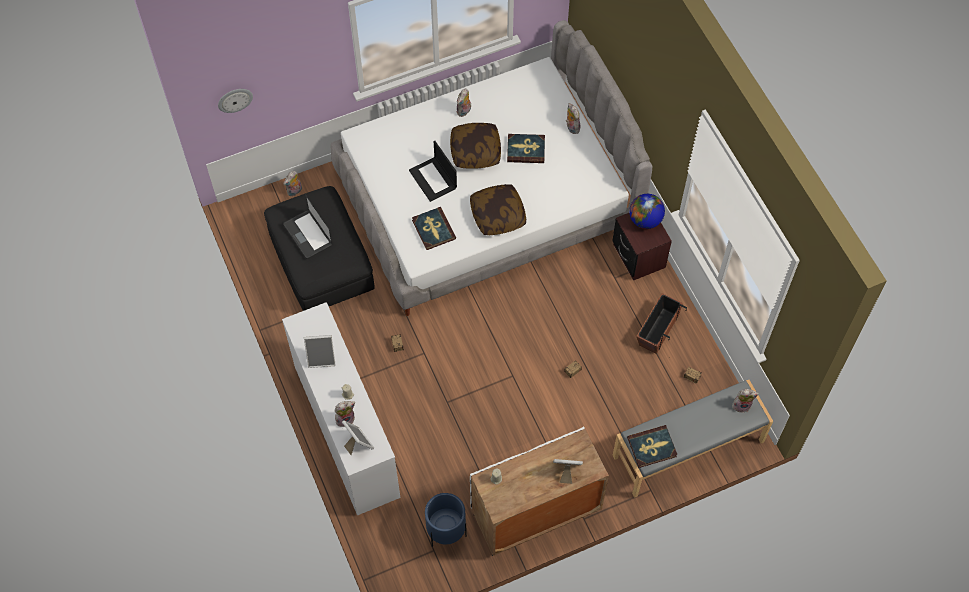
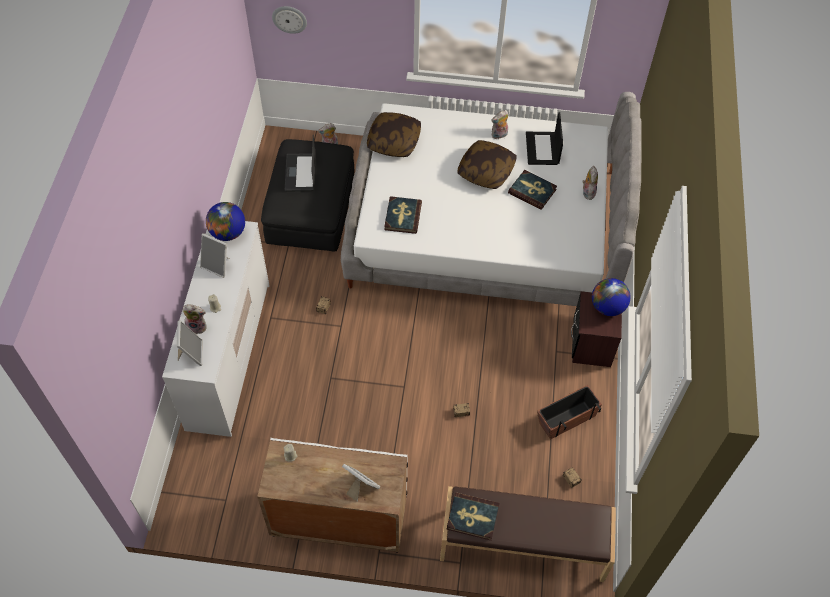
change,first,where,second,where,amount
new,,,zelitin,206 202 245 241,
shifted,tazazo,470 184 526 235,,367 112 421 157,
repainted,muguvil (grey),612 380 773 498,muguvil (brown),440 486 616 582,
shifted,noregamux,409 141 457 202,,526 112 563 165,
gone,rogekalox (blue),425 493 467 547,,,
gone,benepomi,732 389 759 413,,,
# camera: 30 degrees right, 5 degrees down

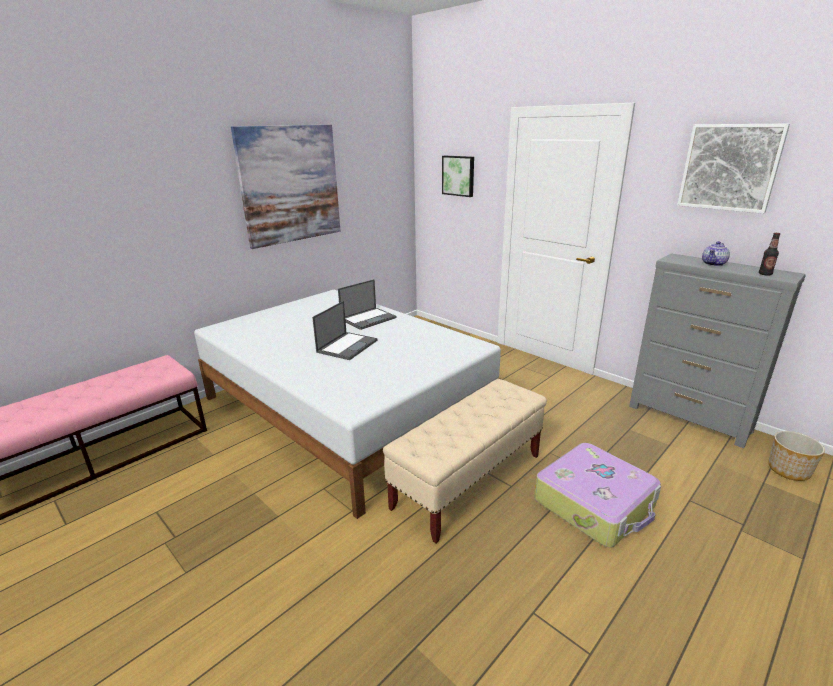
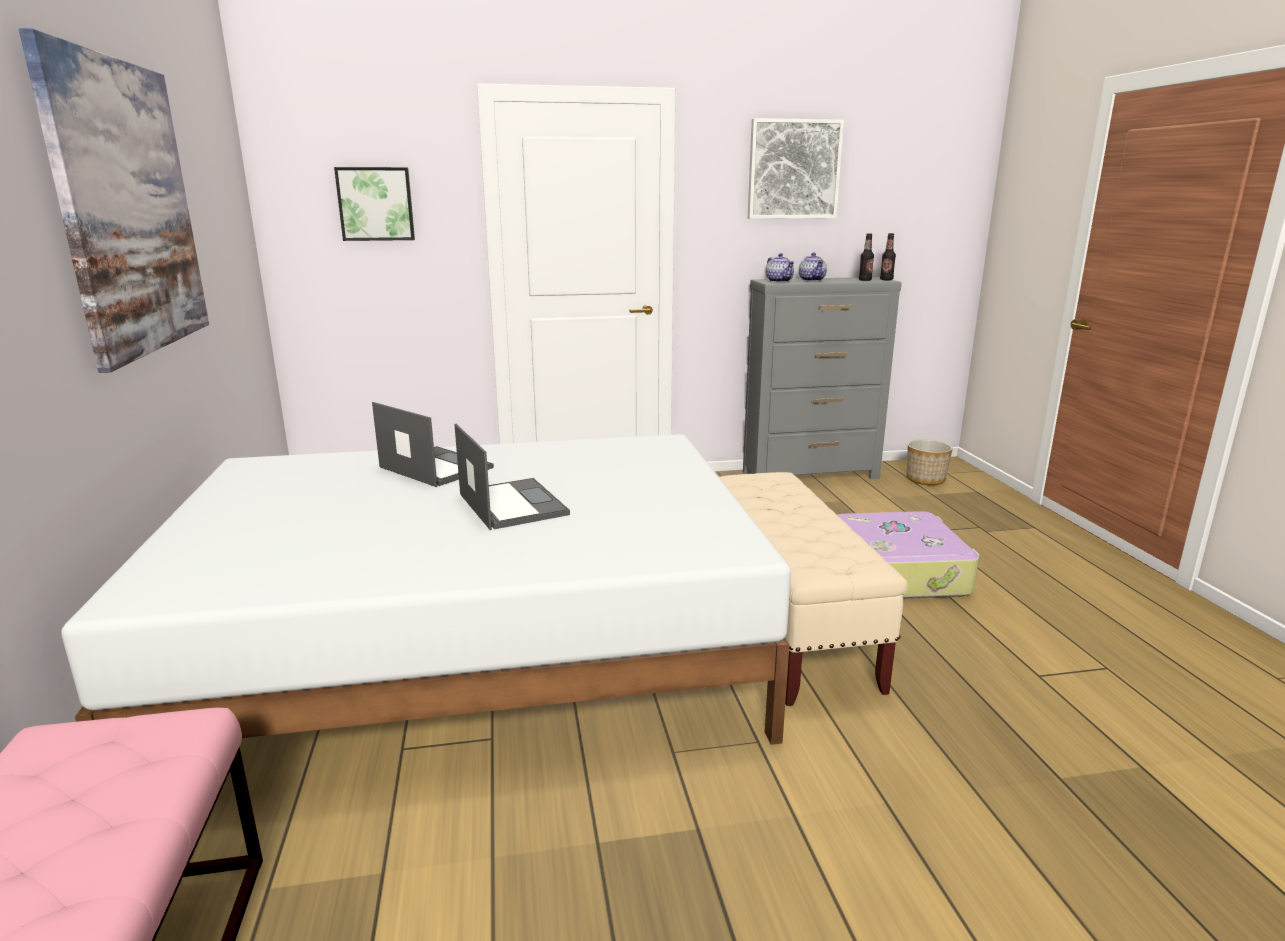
change,first,where,second,where,amount
rotated,noregamux,338 279 397 330,,372 402 494 487,45 degrees counterclockwise
new,,,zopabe,766 253 794 283,
new,,,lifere,880 233 896 280,
# camera: 55 degrees left, 5 degrees down

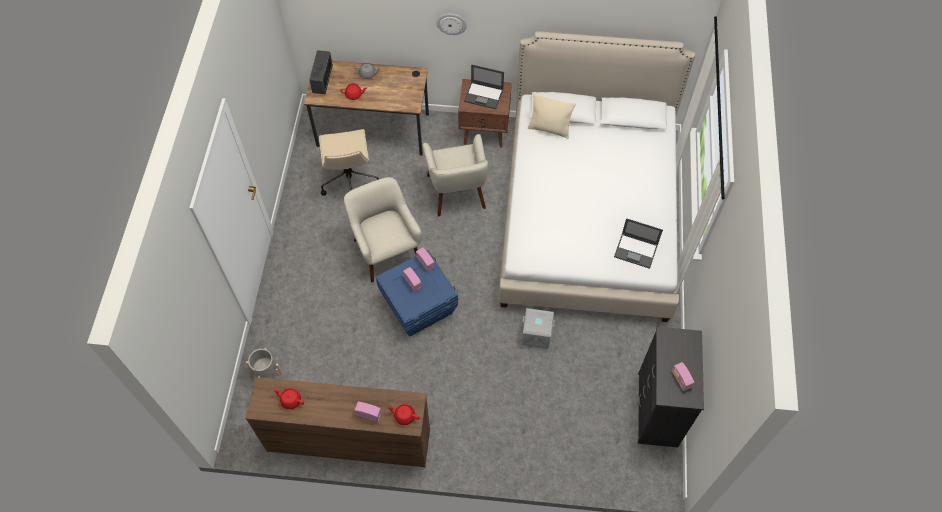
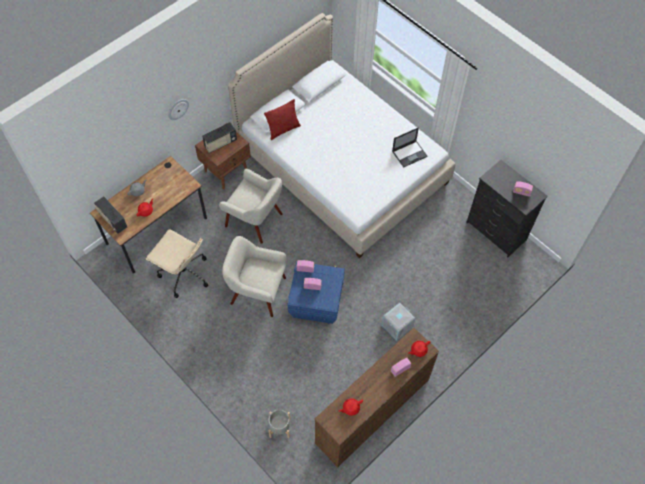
change,first,where,second,where,amount
swapped,noregamux,464 65 504 109,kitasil,202 122 237 153,
repainted,tazazo (beige),528 94 576 139,tazazo (red),264 99 301 140,
shifted,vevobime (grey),521 308 555 349,,381 303 415 341,
# camera: 50 degrees left, 0 degrees up

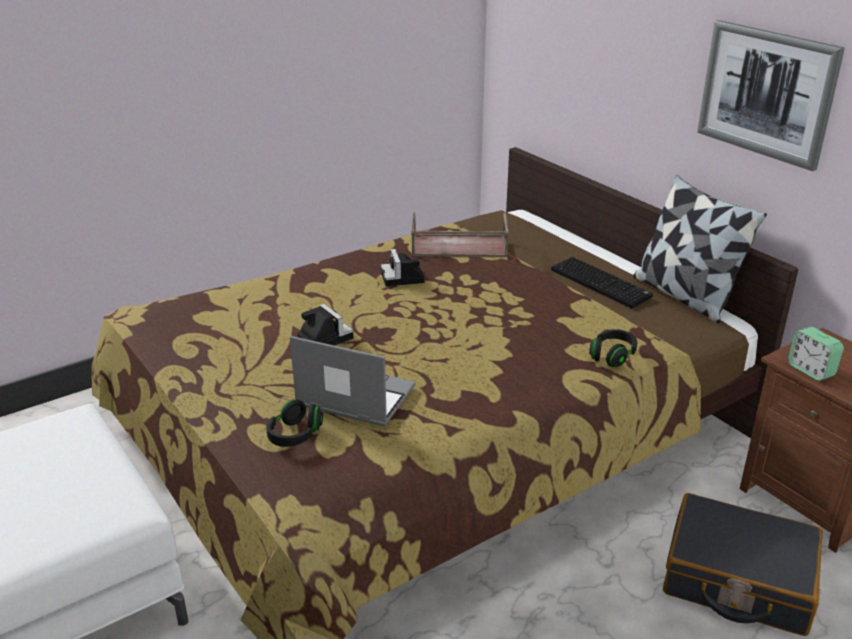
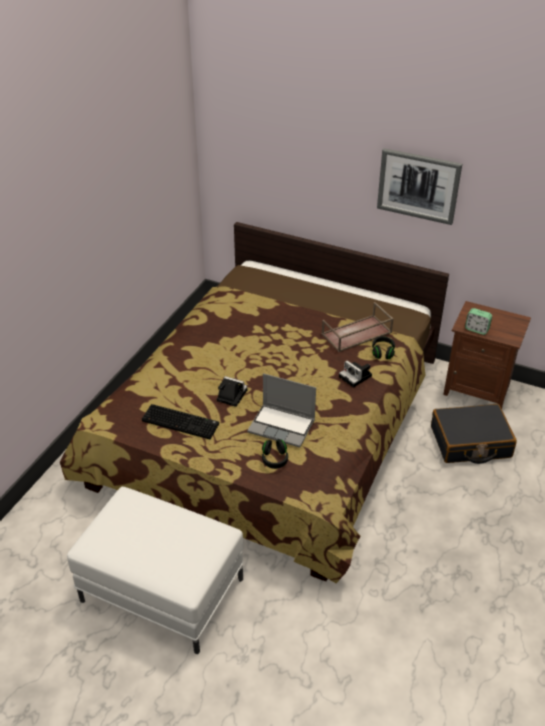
change,first,where,second,where,amount
shifted,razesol,551 257 653 309,,142 404 219 439,
rotated,noregamux,290 336 416 426,,247 373 316 447,150 degrees counterclockwise
shifted,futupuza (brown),411 212 509 257,,322 302 394 352,
shifted,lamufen,381 249 425 286,,339 360 372 388,
gone,tazazo,633 175 767 323,,,
# camera: 30 degrees left, 10 degrees up

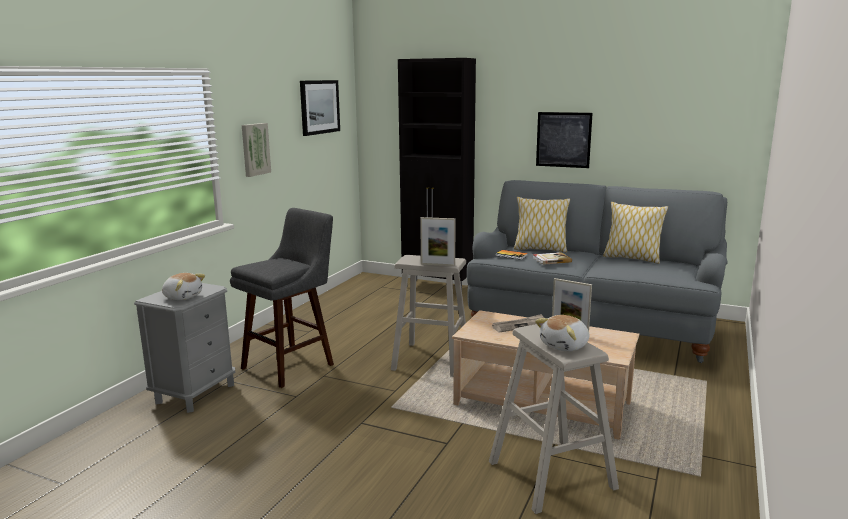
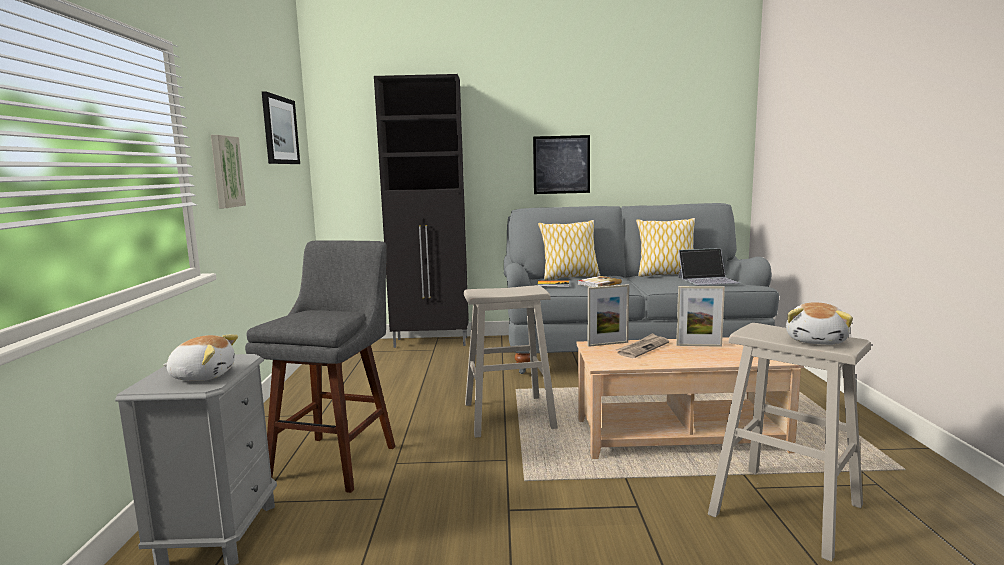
change,first,where,second,where,amount
shifted,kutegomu,420 217 455 266,,588 284 629 347,
new,,,noregamux,678 248 740 285,
# camera: 25 degrees left, 5 degrees down

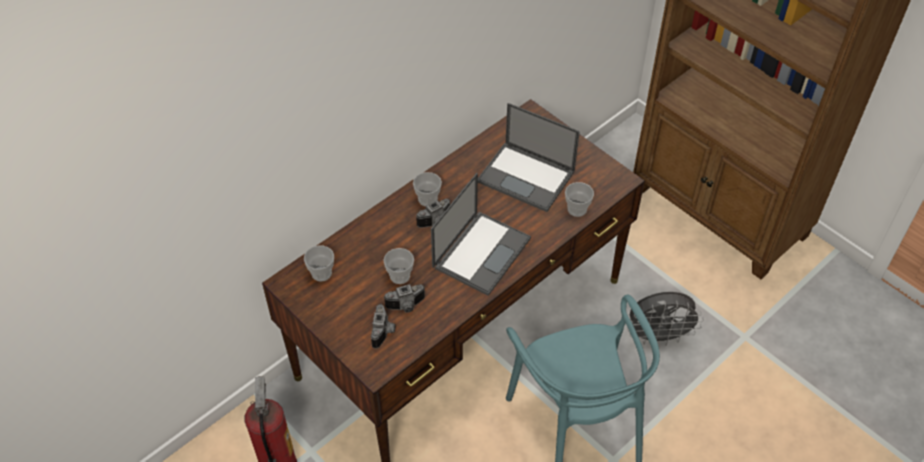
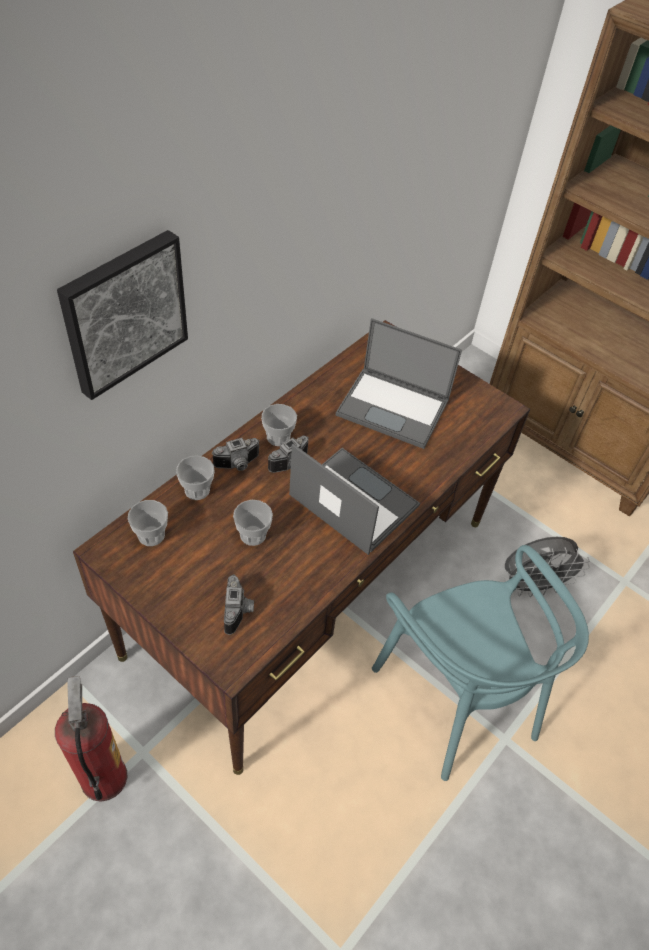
change,first,where,second,where,amount
new,,,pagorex,57 230 188 400,
shifted,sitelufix,565 182 594 217,,176 455 215 500,
shifted,lamufen,384 284 425 313,,212 438 260 471,
rotated,noregamux,431 173 531 296,,289 444 420 555,75 degrees counterclockwise
# camera: 10 degrees left, 0 degrees up

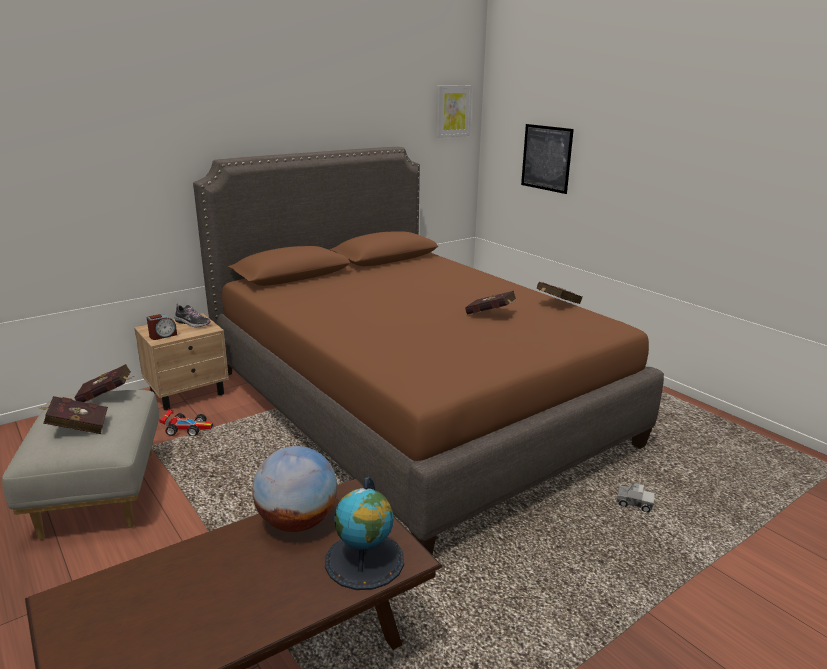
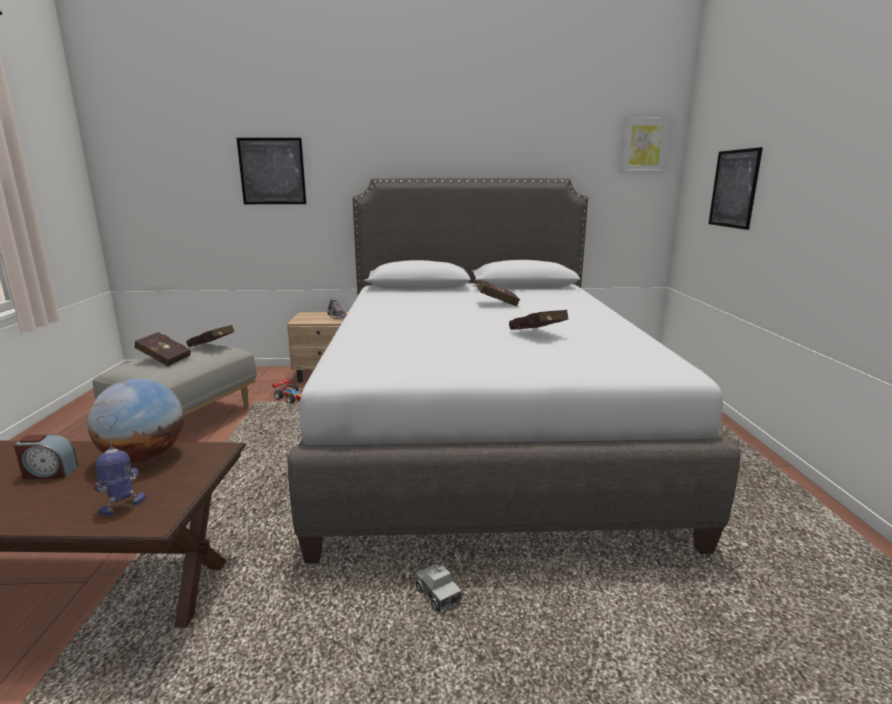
change,first,where,second,where,amount
shifted,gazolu,147 314 177 340,,14 434 78 479,
swapped,zelitin,325 477 404 590,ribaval,93 414 146 516,
new,,,pagorex,237 138 307 204,
repainted,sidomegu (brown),193 147 664 554,sidomegu (grey),287 178 740 563,
shifted,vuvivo,616 483 655 512,,416 564 462 612,
shifted,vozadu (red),537 282 582 304,,471 279 520 307,
# camera: 35 degrees right, 5 degrees down

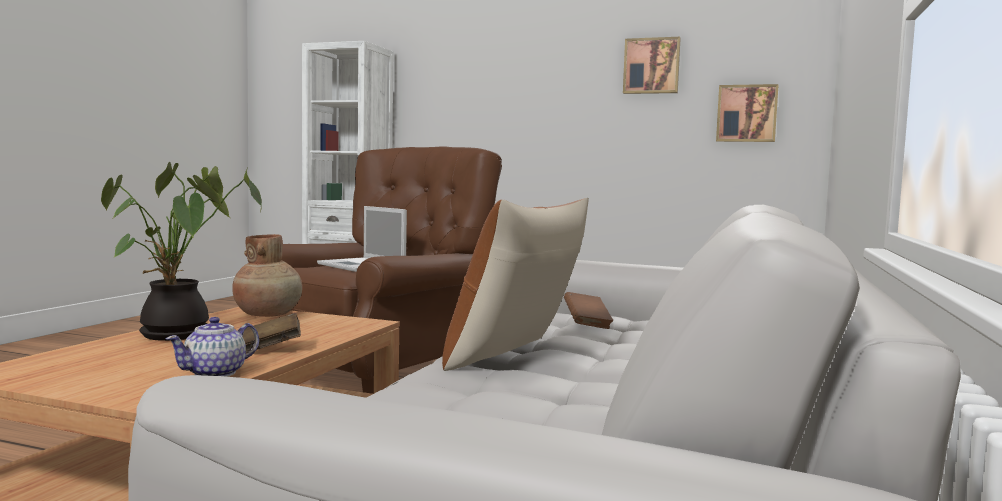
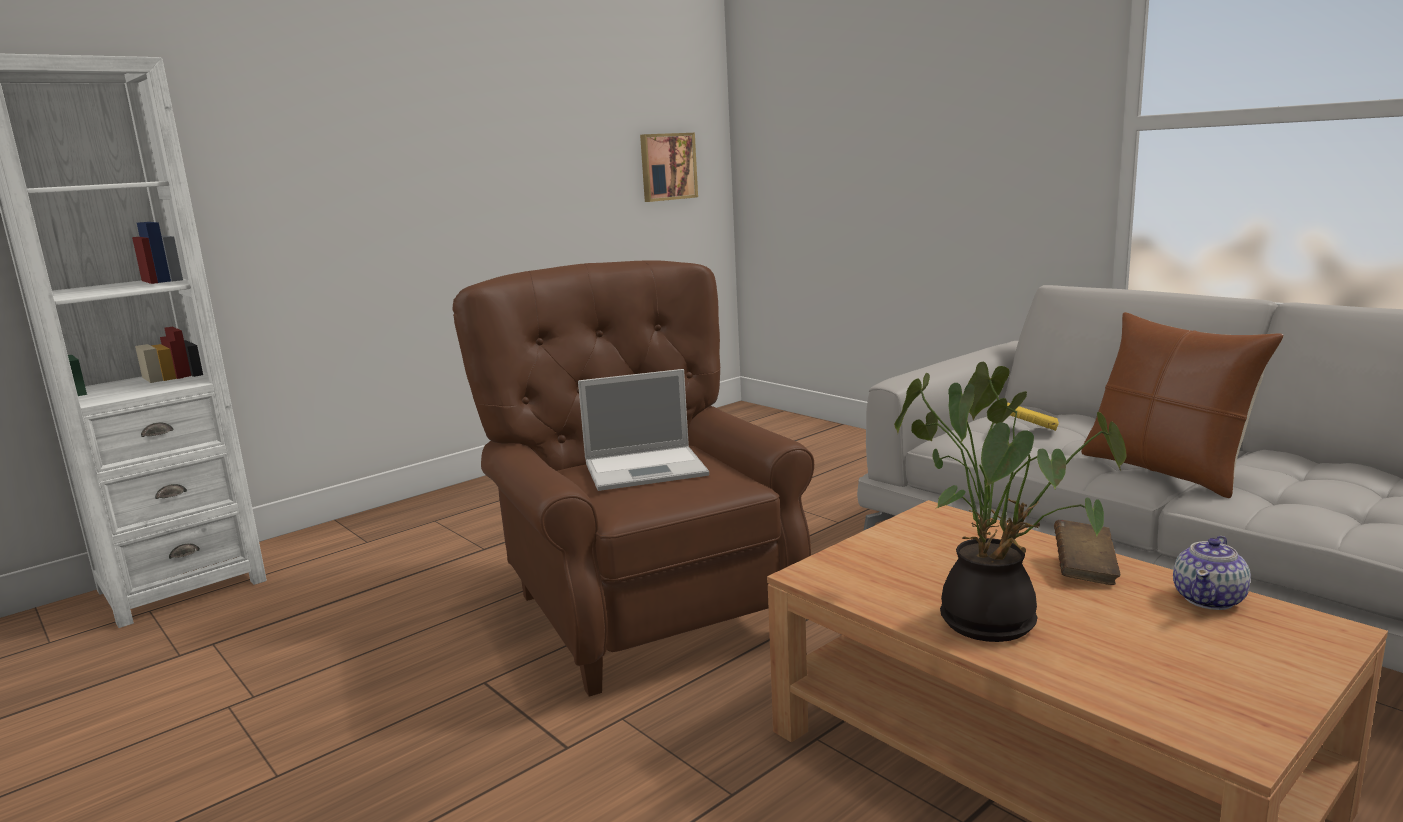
change,first,where,second,where,amount
repainted,vozadu (brown),564 292 613 329,vozadu (yellow),1007 402 1059 431,
rotated,zopabe,166 317 259 377,,1173 536 1251 610,60 degrees clockwise
gone,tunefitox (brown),232 234 302 317,,,
gone,pagorex,623 37 681 94,,,
# camera: 60 degrees left, 10 degrees up

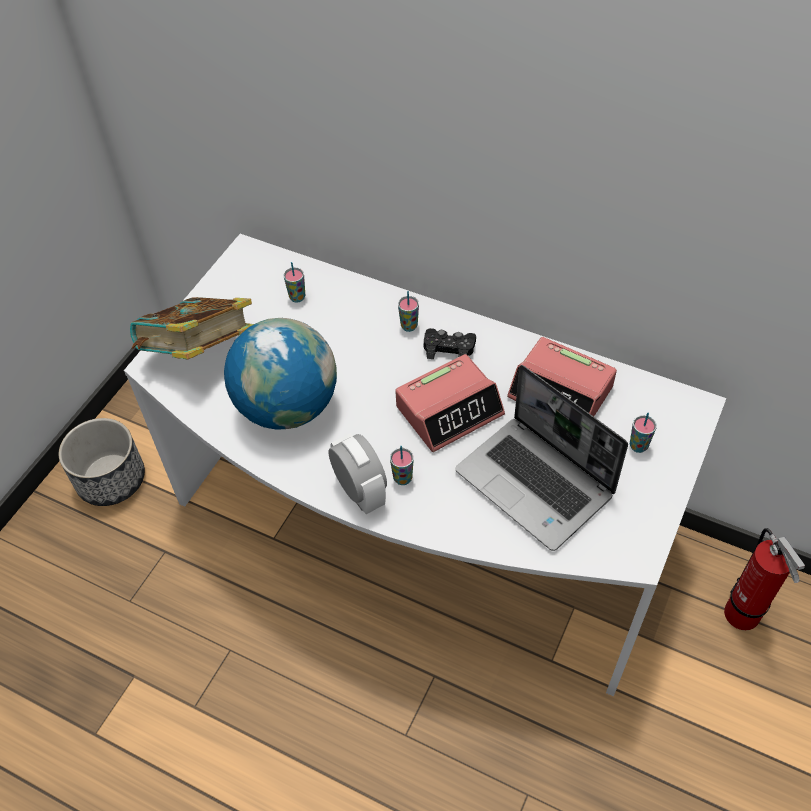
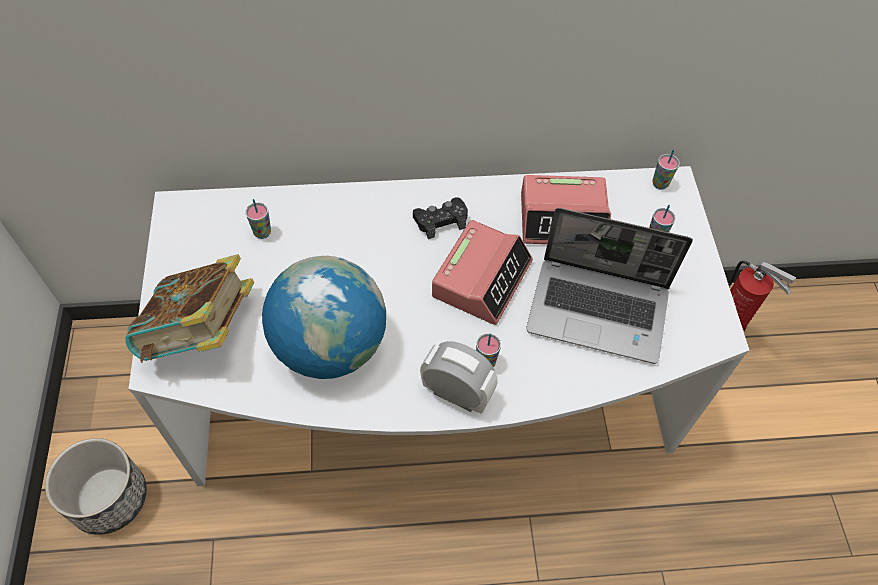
change,first,where,second,where,amount
shifted,sitelufix,398 291 419 332,,652 149 680 190,
# camera: 35 degrees left, 5 degrees up

